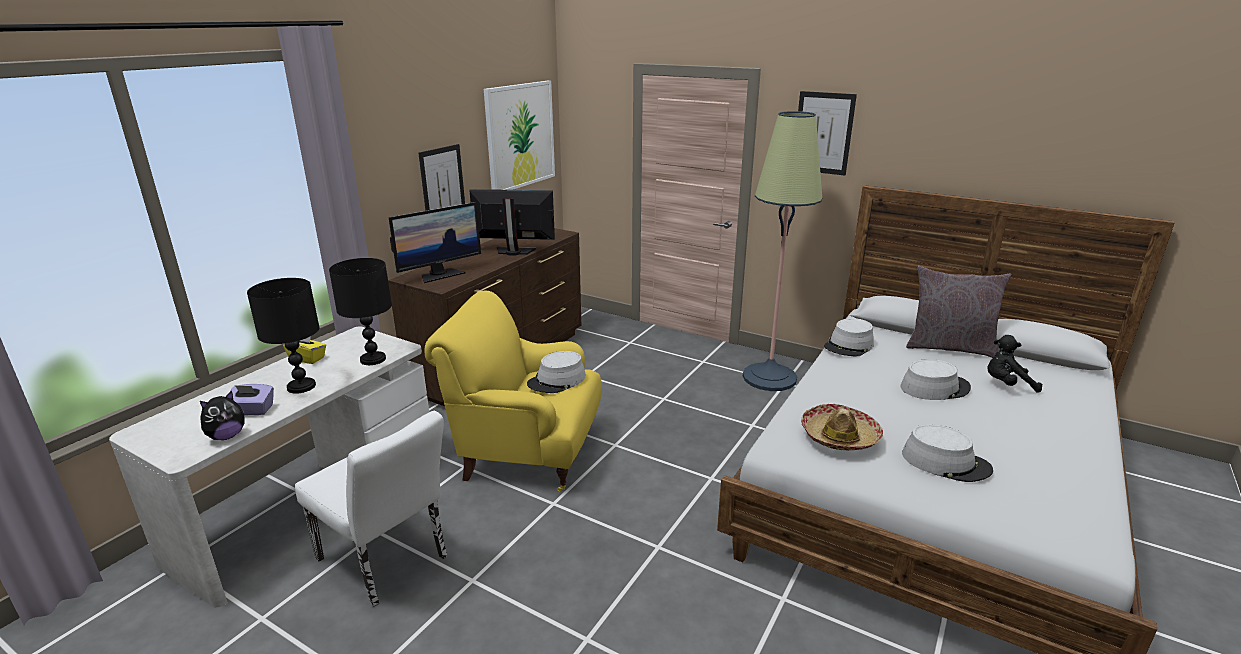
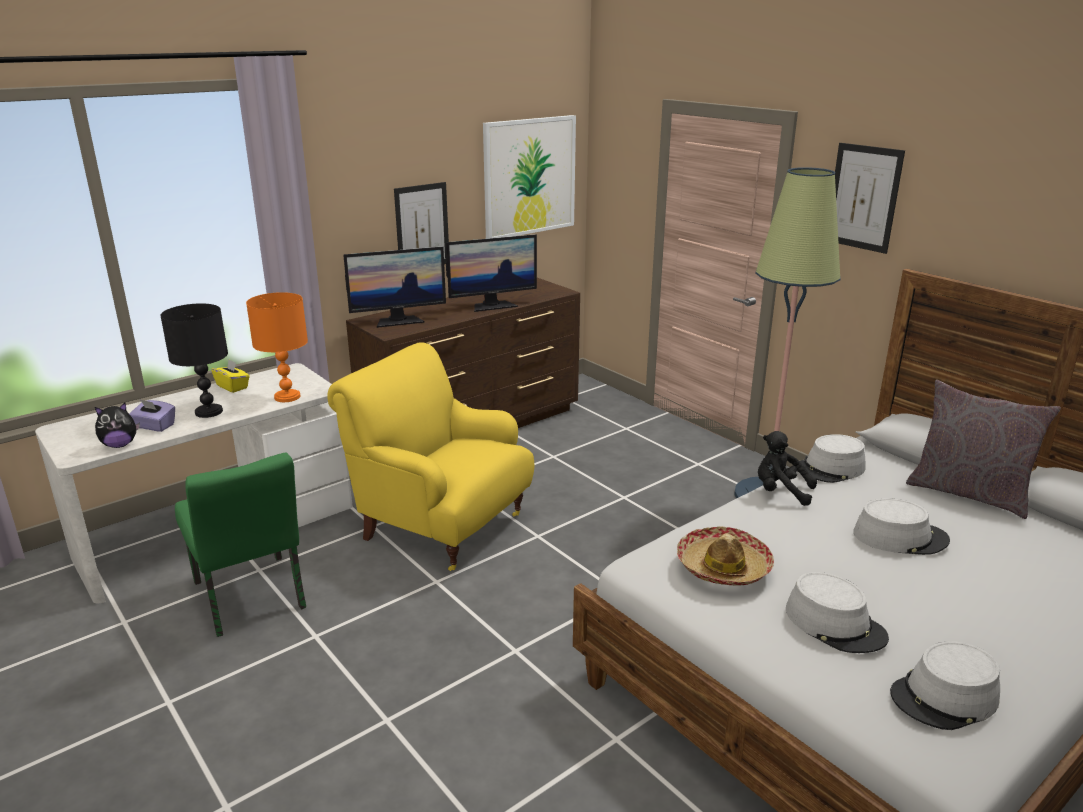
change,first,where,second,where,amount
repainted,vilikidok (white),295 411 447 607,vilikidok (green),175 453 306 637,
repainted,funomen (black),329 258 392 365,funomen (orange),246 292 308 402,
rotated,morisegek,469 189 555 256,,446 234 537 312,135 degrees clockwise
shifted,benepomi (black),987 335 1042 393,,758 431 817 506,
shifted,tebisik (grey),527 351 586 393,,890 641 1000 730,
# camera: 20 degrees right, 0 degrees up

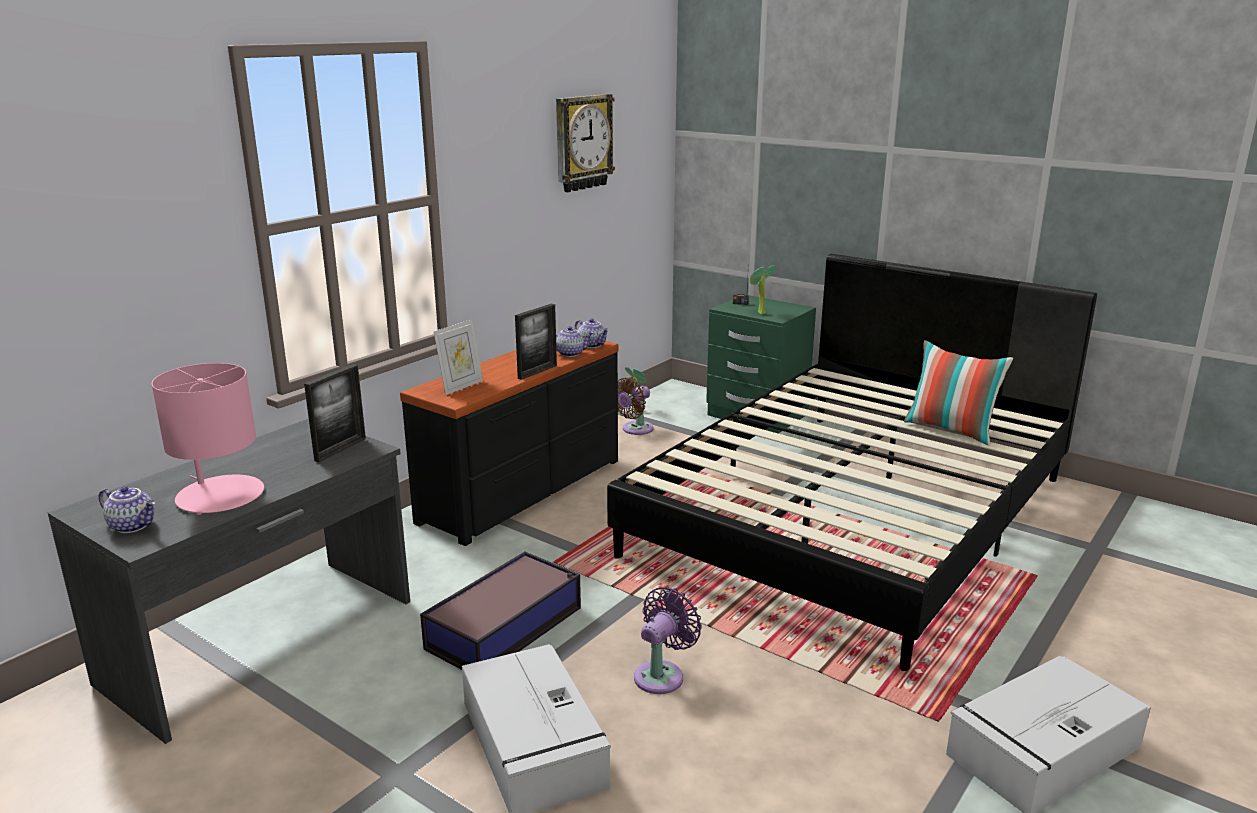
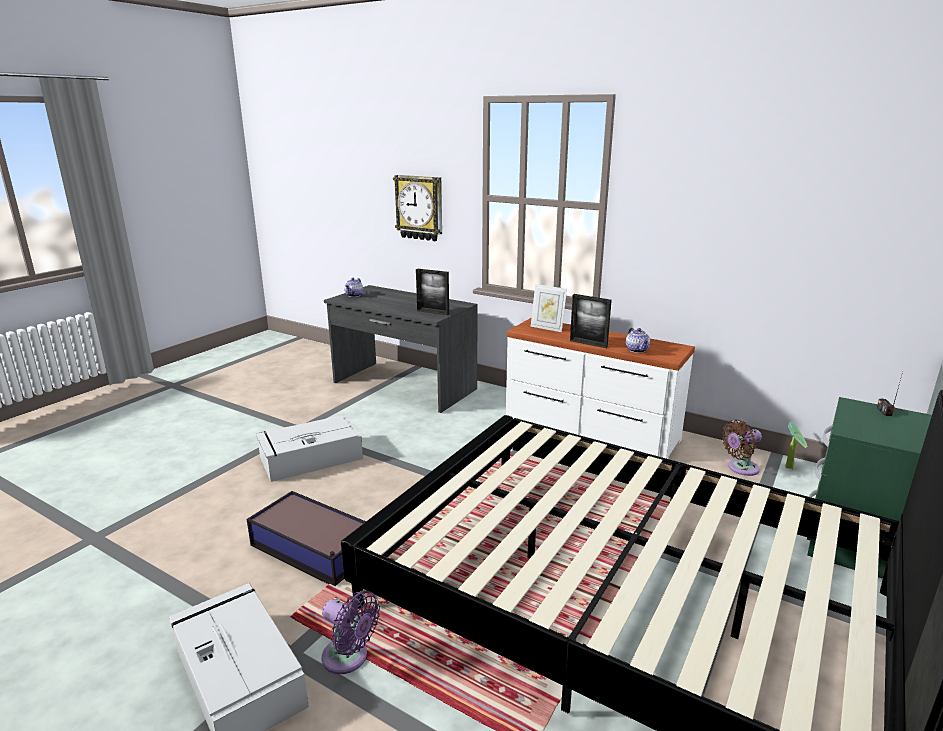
change,first,where,second,where,amount
shifted,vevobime,420 552 581 670,,247 491 366 586,
shifted,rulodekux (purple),634 587 702 694,,322 590 380 674,
shifted,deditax,556 94 615 192,,393 175 442 241,
repainted,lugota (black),400 334 618 546,lugota (white),506 317 695 459,
rotated,rulodekux (brown),618 378 654 435,,722 420 762 476,60 degrees counterclockwise
gone,funomen (pink),152 363 264 515,,,
gone,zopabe,575 318 609 348,,,
gone,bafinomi,750 265 776 314,,,
gone,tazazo,904 340 1013 446,,,
# camera: 85 degrees right, 0 degrees up

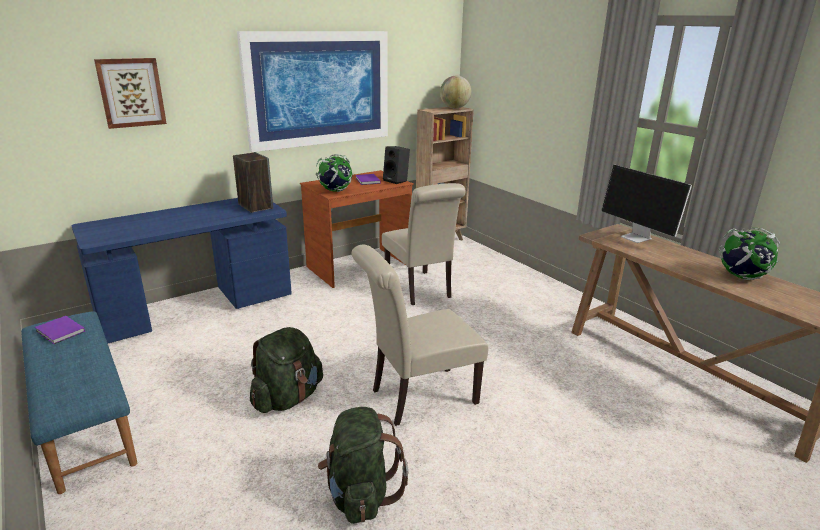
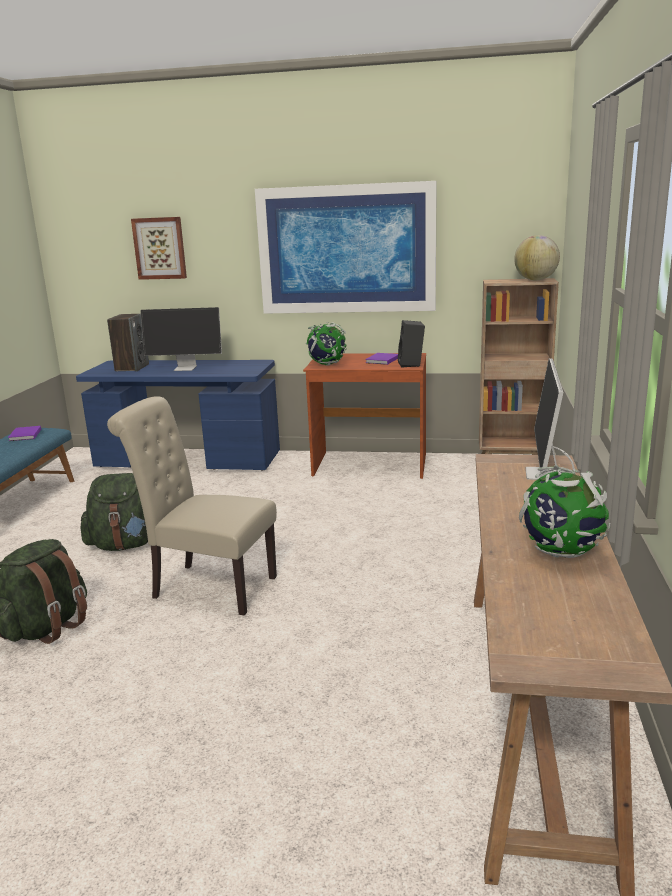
change,first,where,second,where,amount
shifted,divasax,233 152 273 213,,107 313 149 372,
new,,,morisegek,140 307 222 371,
gone,vilikidok (beige),382 183 466 305,,,
# camera: 45 degrees right, 5 degrees down

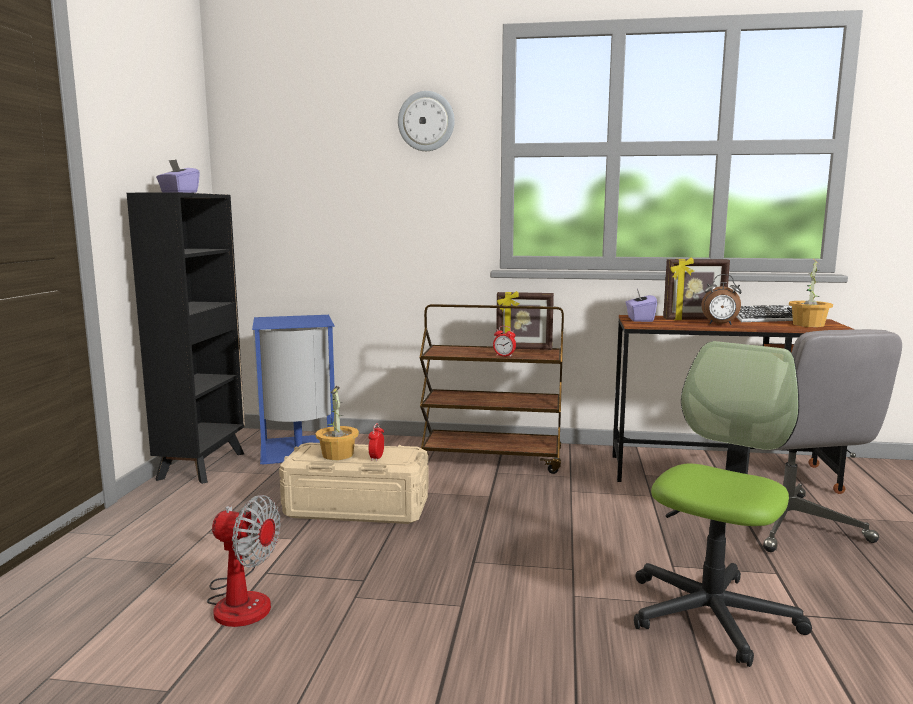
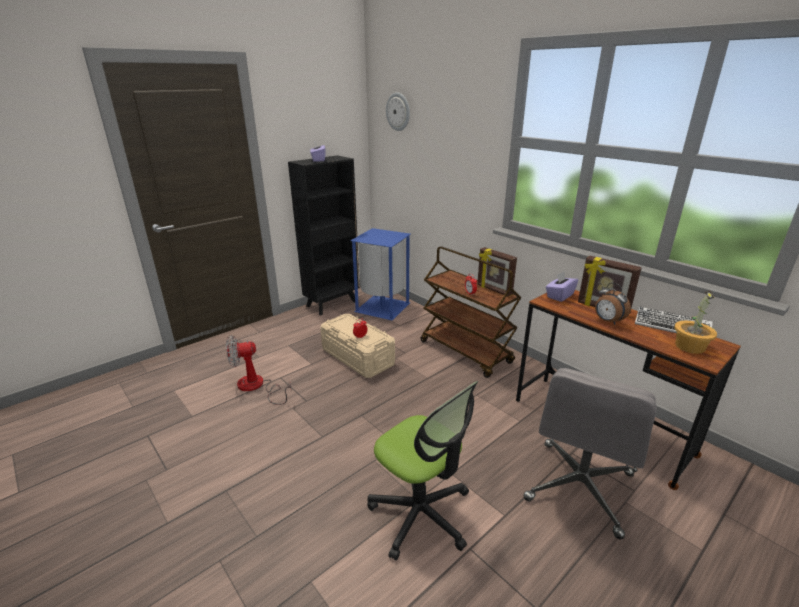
change,first,where,second,where,amount
rotated,rulodekux,207 495 281 627,,226 335 291 405,105 degrees clockwise
rotated,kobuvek,634 341 812 667,,367 381 478 560,60 degrees clockwise
shifted,deditax,398 91 455 151,,386 92 410 131,
gone,bafinomi,315 386 359 460,,,
# camera: 40 degrees right, 15 degrees up

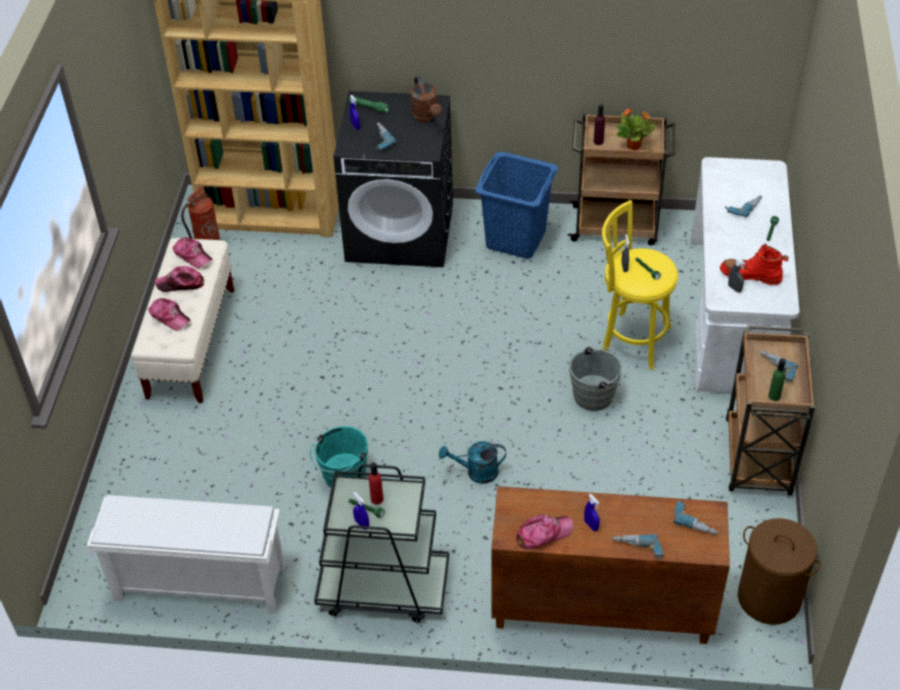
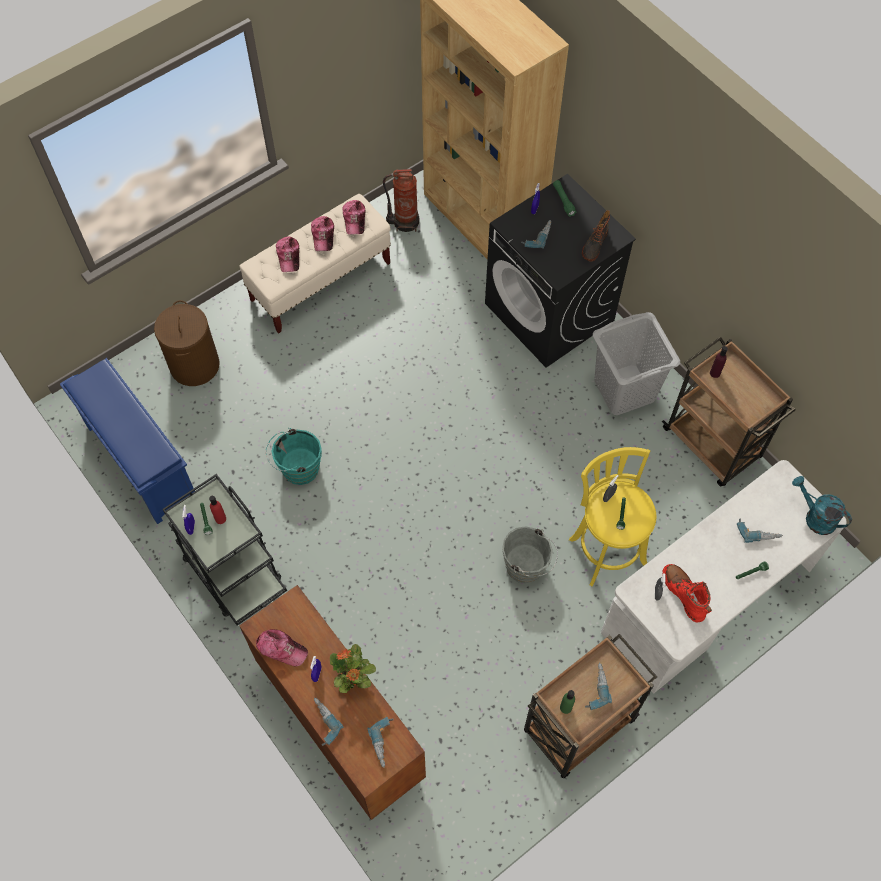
change,first,where,second,where,amount
repainted,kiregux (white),87 495 285 613,kiregux (blue),60 358 195 524,
shifted,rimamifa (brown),738 518 821 625,,154 300 220 386,
rotated,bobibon,155 266 204 292,,311 216 334 251,135 degrees counterclockwise
shifted,bafinomi,616 108 656 150,,330 644 376 693,
swapped,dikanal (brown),411 76 442 123,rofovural,582 210 610 261,
repainted,rimamifa (blue),475 152 558 259,rimamifa (grey),593 312 680 415,
shifted,dikanal (turquoise),439 441 506 484,,792 476 852 535,
# camera: 45 degrees right, 15 degrees up

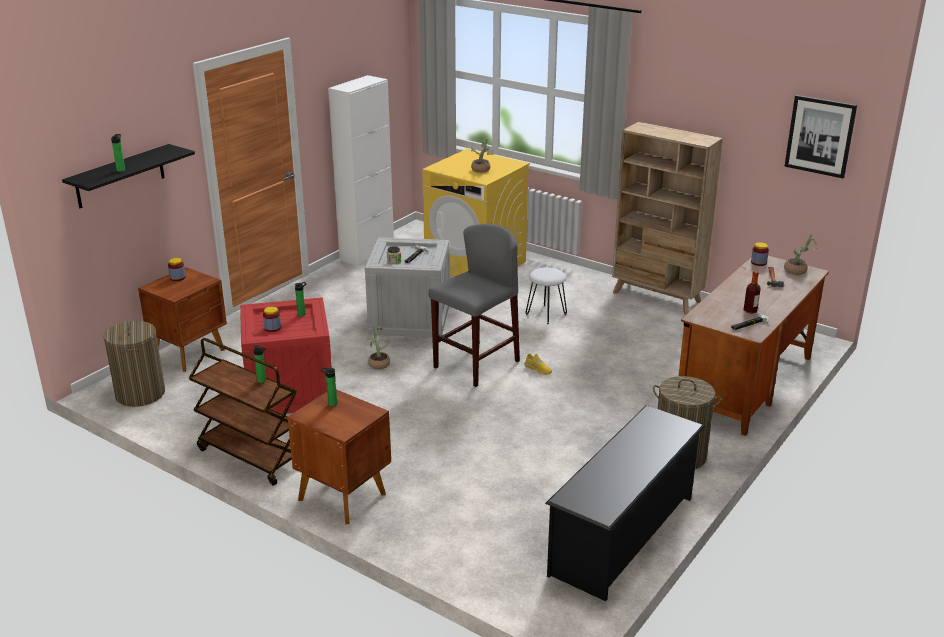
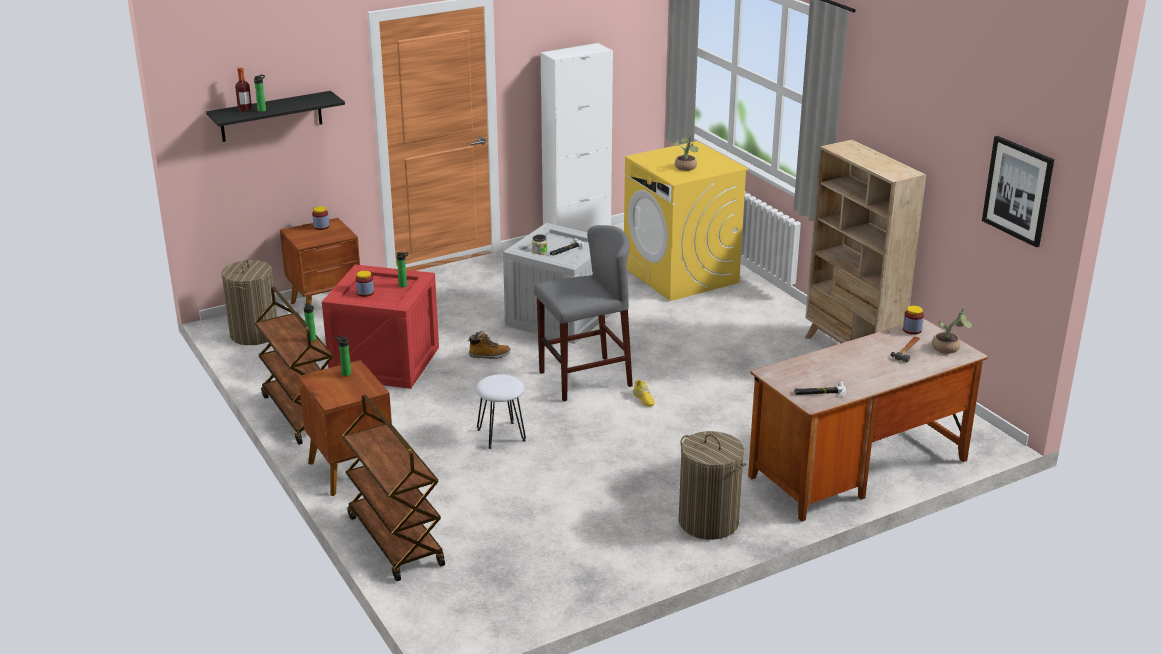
change,first,where,second,where,amount
shifted,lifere,744 271 761 314,,235 68 252 111,
new,,,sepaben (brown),342 395 445 581,
swapped,bafinomi,366 327 390 370,rofovural,468 330 511 359,
shifted,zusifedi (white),526 267 567 324,,476 374 526 449,
gone,kiregux (black),545 405 705 601,,,
# camera: 25 degrees right, 0 degrees up

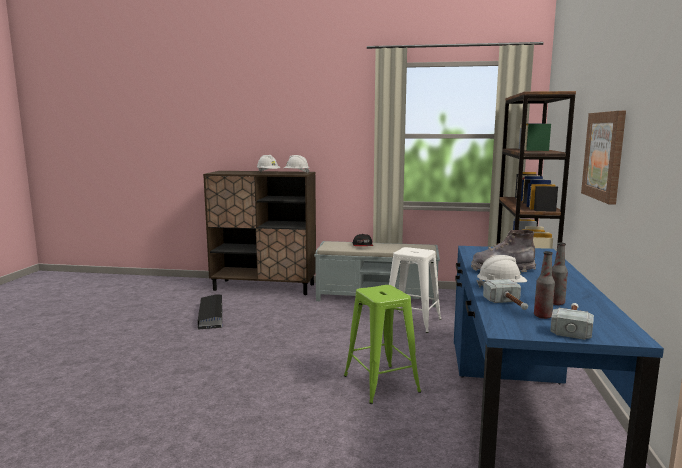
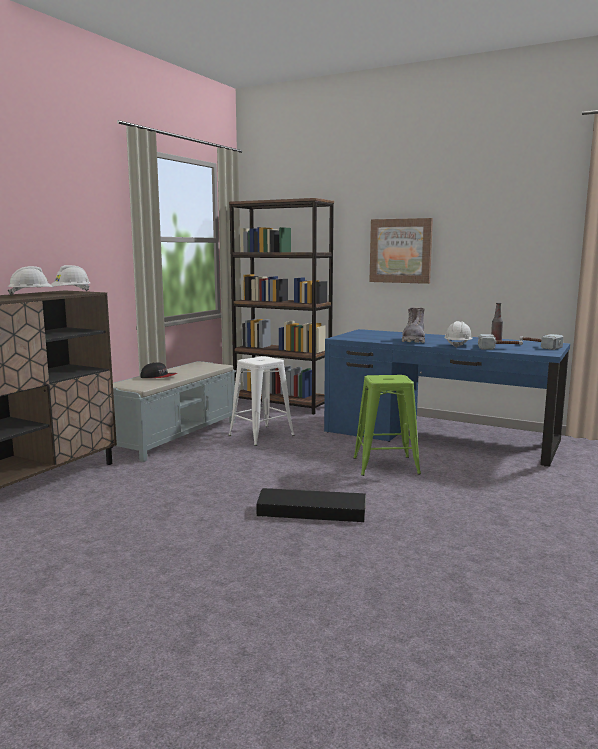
change,first,where,second,where,amount
shifted,vevobime (black),198 294 222 329,,256 488 366 522,
gone,lifere,534 251 555 319,,,
# camera: 70 degrees left, 0 degrees up

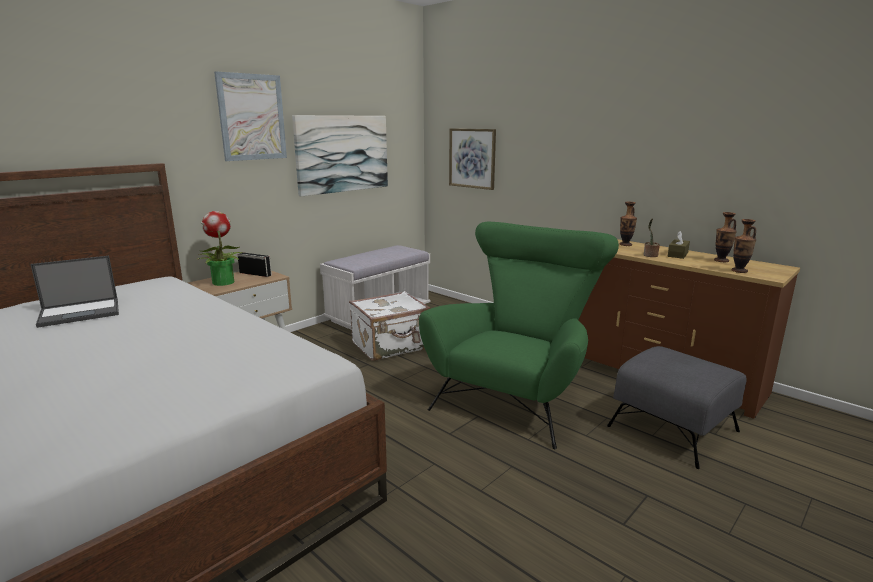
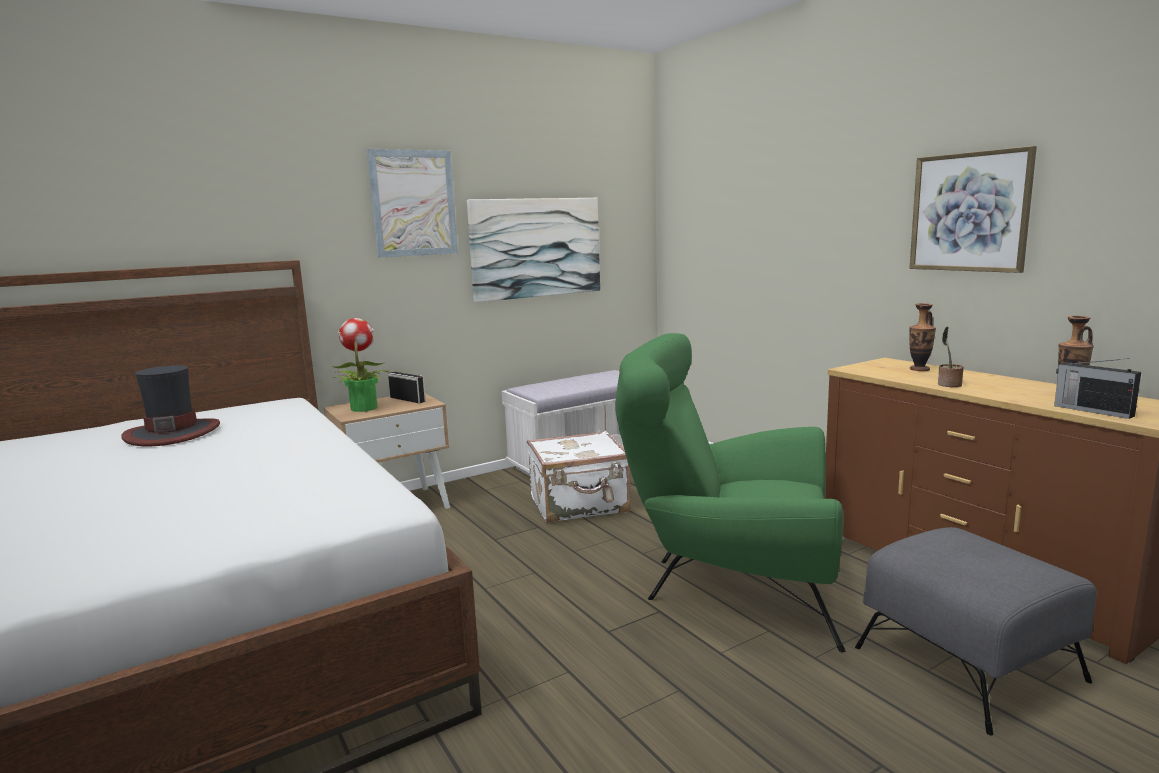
change,first,where,second,where,amount
swapped,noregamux,30 256 119 328,tebisik,121 365 220 446,
rotated,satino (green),419 221 619 449,,615 333 845 652,120 degrees counterclockwise
shifted,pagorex,449 129 496 190,,910 146 1037 273,
swapped,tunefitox,732 219 756 273,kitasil,1054 358 1141 419,
gone,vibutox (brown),668 231 690 259,,,
# camera: 15 degrees right, 5 degrees down

